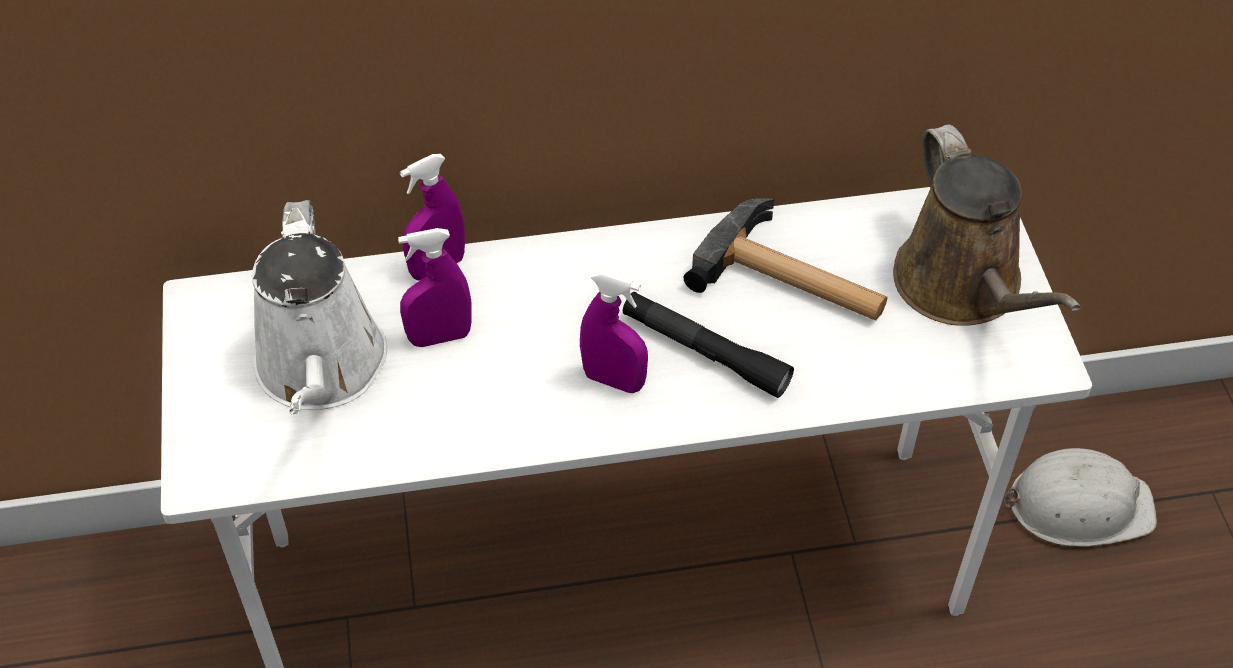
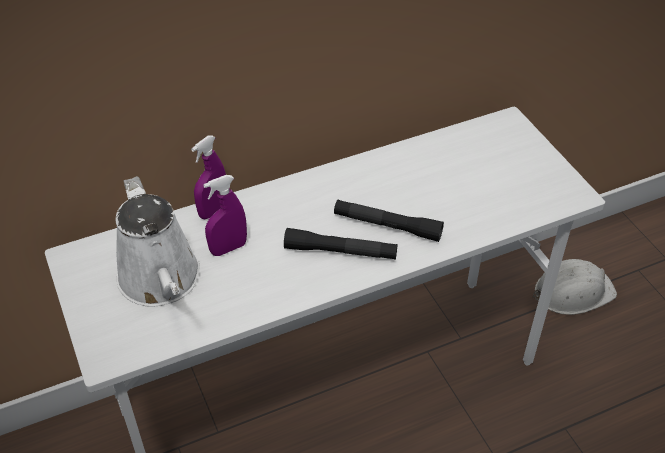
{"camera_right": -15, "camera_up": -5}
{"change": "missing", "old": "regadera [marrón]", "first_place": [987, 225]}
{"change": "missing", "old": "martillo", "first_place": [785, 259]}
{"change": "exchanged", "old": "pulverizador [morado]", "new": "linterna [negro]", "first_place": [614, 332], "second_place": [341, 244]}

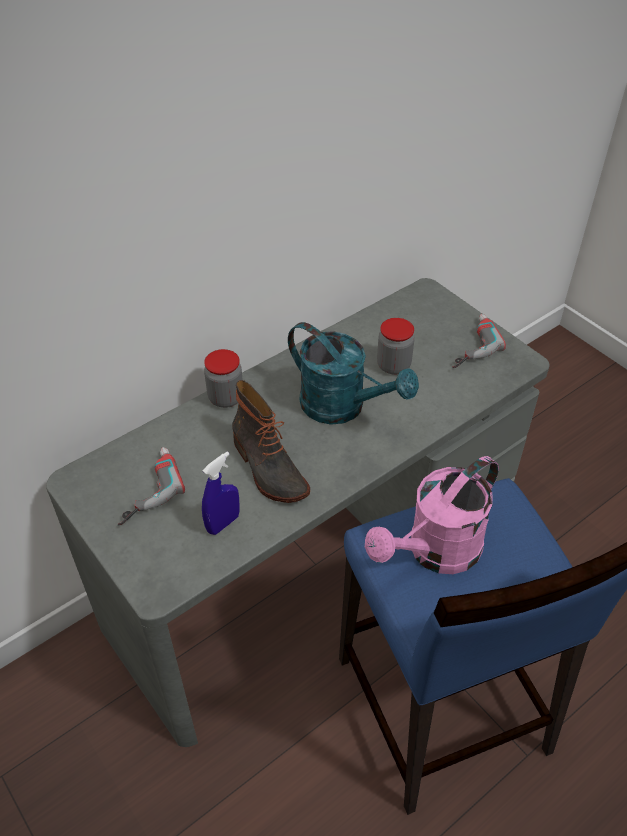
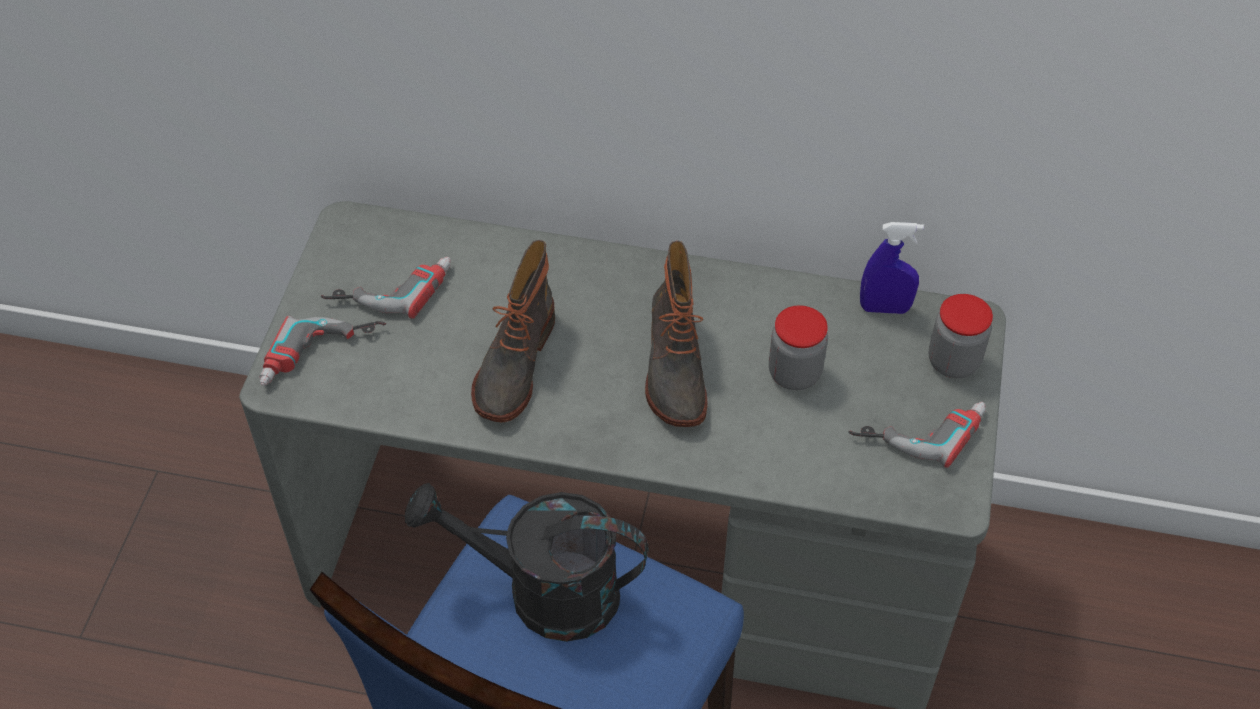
{"camera_right": 50, "camera_up": 5}
{"change": "exchanged", "old": "regadera [turquesa]", "new": "bota", "first_place": [353, 373], "second_place": [676, 334]}
{"change": "relocated", "old": "tarro", "first_place": [223, 378], "second_place": [960, 336]}
{"change": "relocated", "old": "pulverizador [azul]", "first_place": [221, 493], "second_place": [892, 268]}
{"change": "colour", "old": "regadera [rosa]", "new": "regadera [negro]", "first_place": [432, 515], "second_place": [527, 562]}
{"change": "appeared", "new": "taladro", "second_place": [322, 351]}

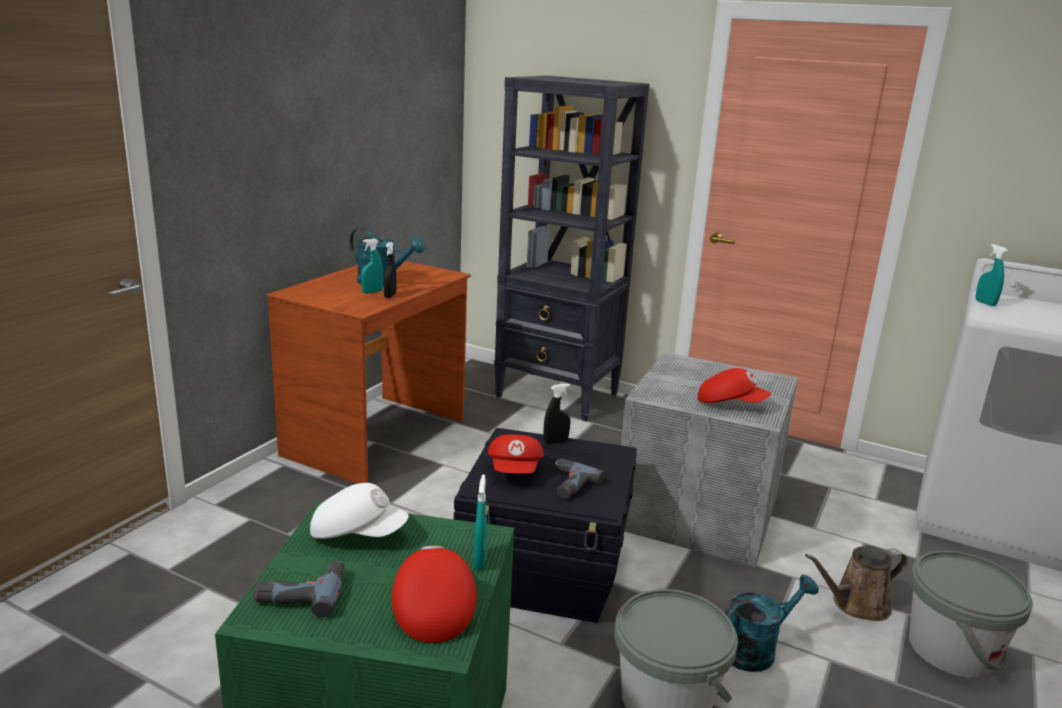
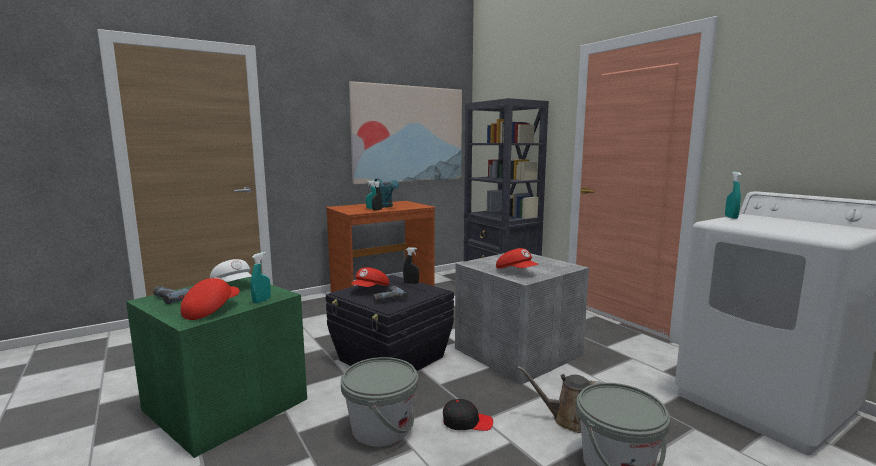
{"camera_right": 30, "camera_up": -10}
{"change": "exchanged", "old": "regadera [turquesa]", "new": "gorra [negro]", "first_place": [772, 623], "second_place": [468, 415]}
{"change": "appeared", "new": "cuadro", "second_place": [405, 132]}

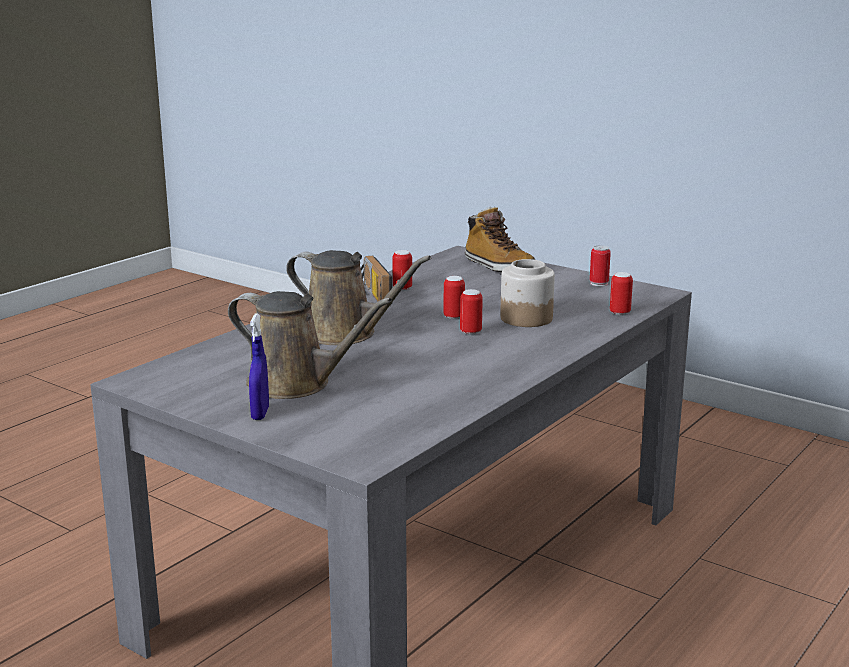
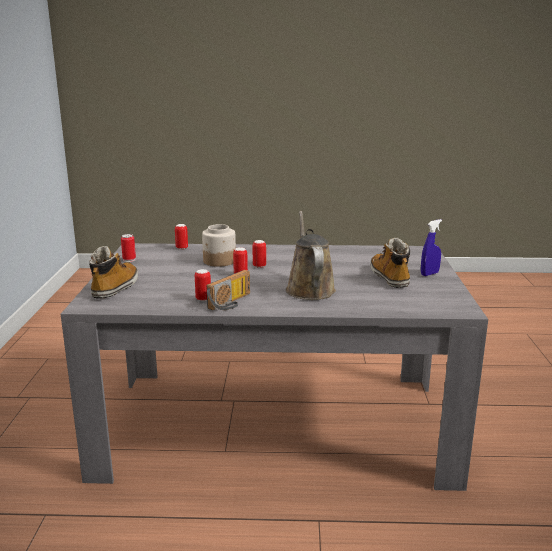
{"camera_right": -125, "camera_up": 0}
{"change": "exchanged", "old": "regadera [marrón]", "new": "bota", "first_place": [310, 345], "second_place": [390, 262]}

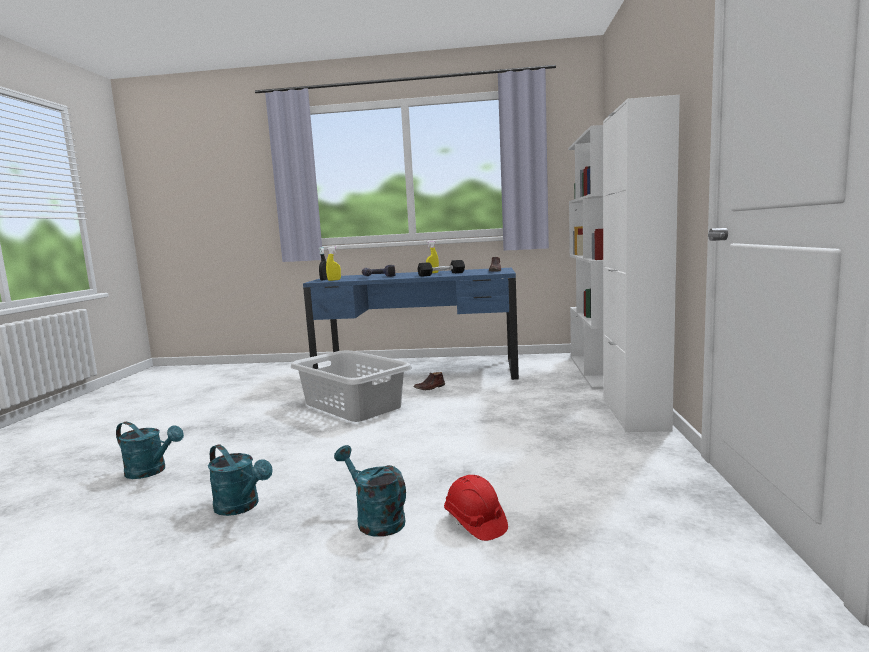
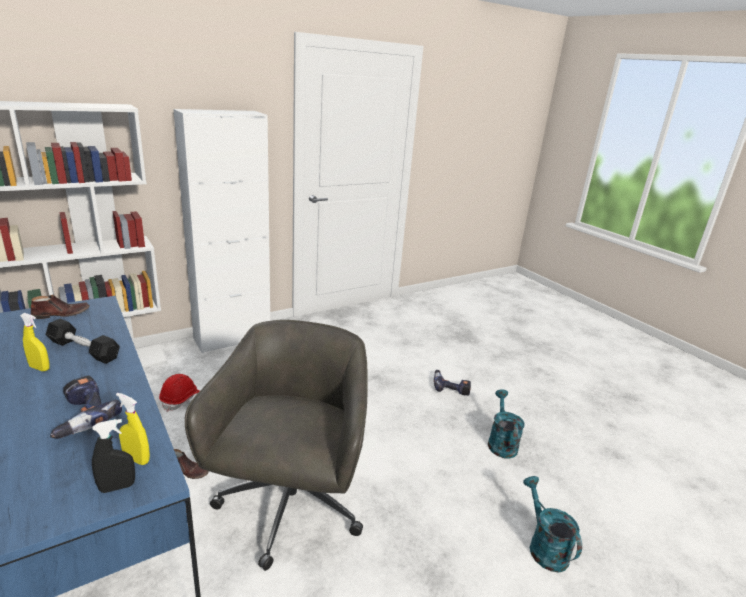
{"camera_right": -130, "camera_up": 15}
{"change": "exchanged", "old": "cesto de la ropa [gris]", "new": "silla de oficina [gris]", "first_place": [351, 386], "second_place": [276, 445]}
{"change": "exchanged", "old": "regadera [turquesa]", "new": "taladro", "first_place": [370, 491], "second_place": [452, 383]}
{"change": "relocated", "old": "casco [rojo]", "first_place": [476, 508], "second_place": [179, 393]}

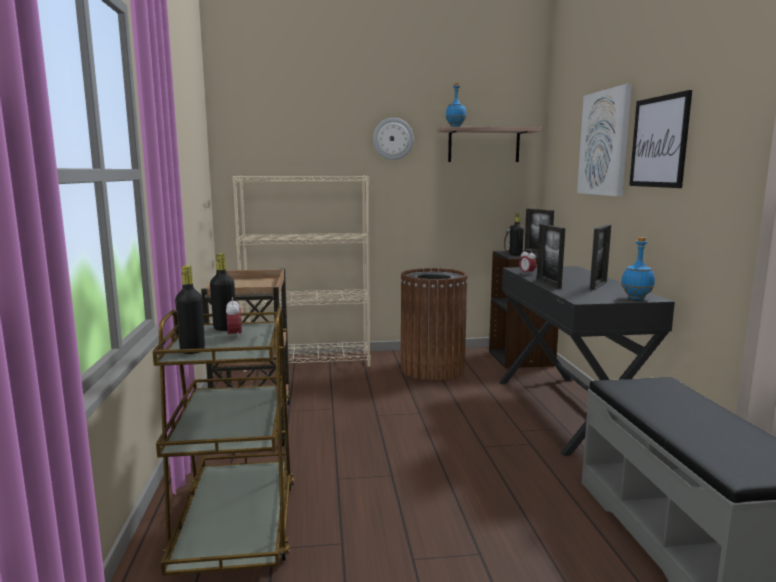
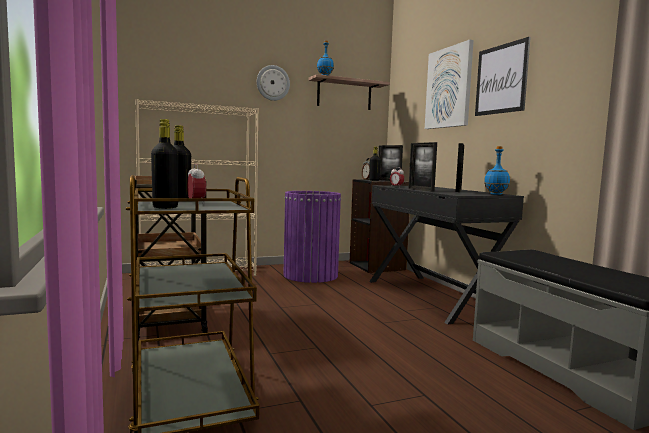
{"camera_right": -15, "camera_up": -5}
{"change": "colour", "old": "papelera [marrón]", "new": "papelera [morado]", "first_place": [434, 324], "second_place": [312, 237]}

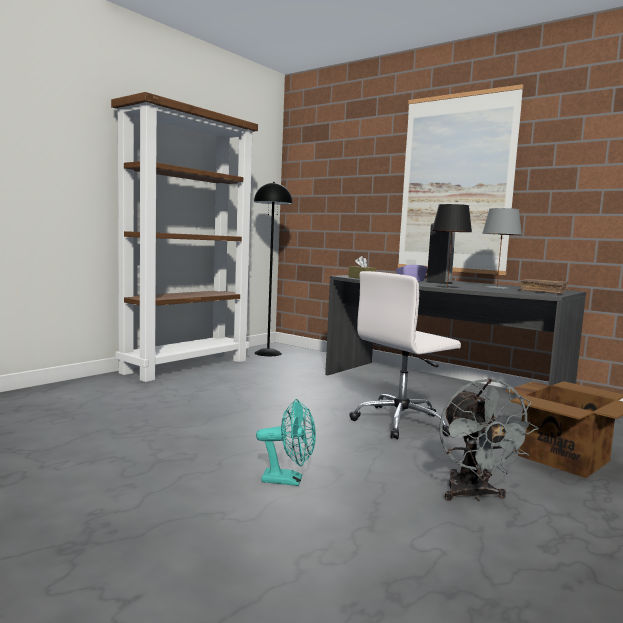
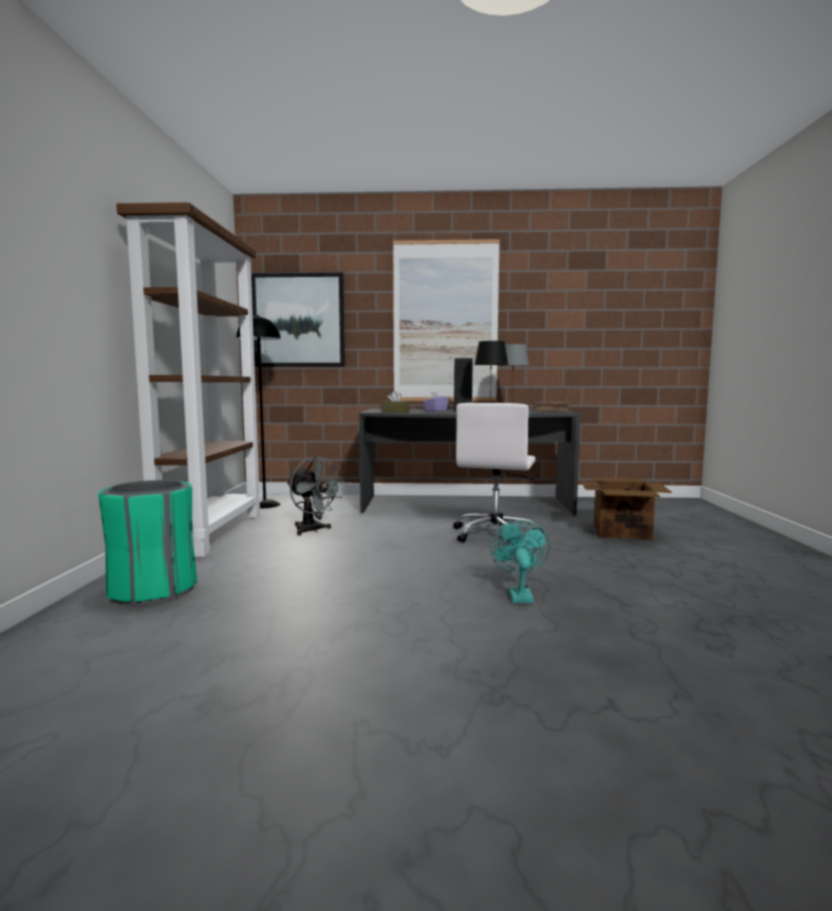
{"camera_right": -35, "camera_up": 0}
{"change": "relocated", "old": "ventilador [gris]", "first_place": [488, 439], "second_place": [316, 496]}
{"change": "spun", "old": "ventilador [turquesa]", "first_place": [286, 442], "second_place": [520, 561], "degrees": -60}
{"change": "appeared", "new": "cuadro", "second_place": [298, 320]}
{"change": "appeared", "new": "papelera [verde]", "second_place": [147, 542]}

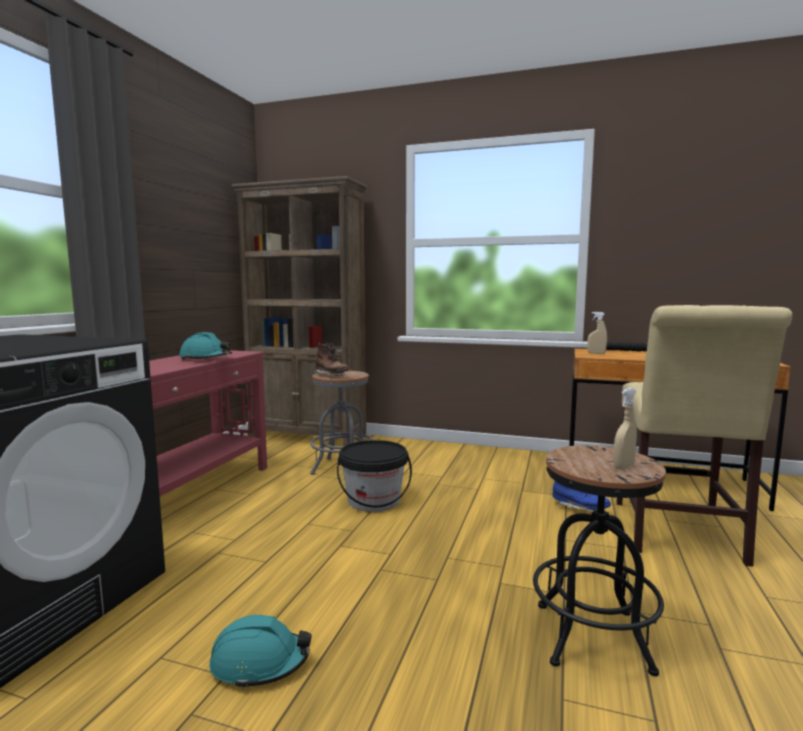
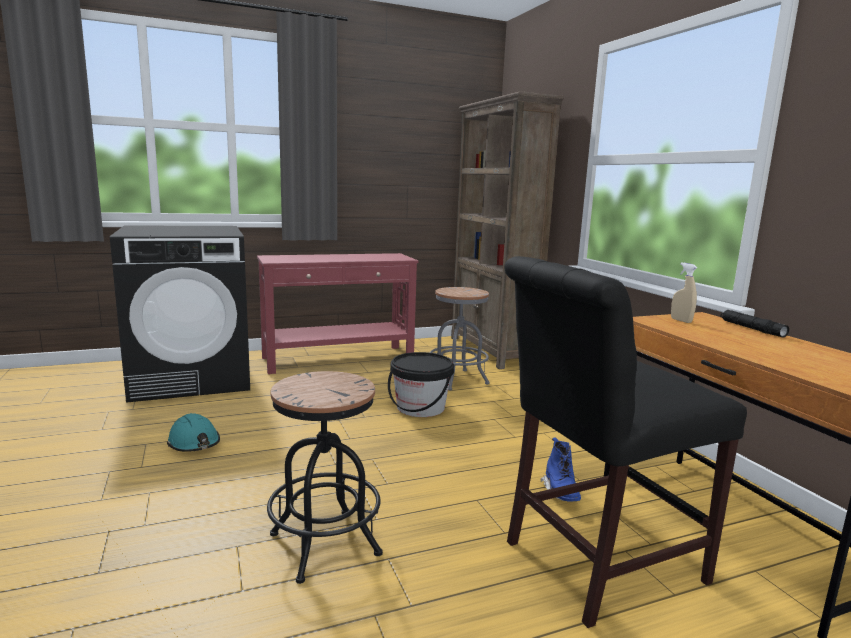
{"camera_right": 50, "camera_up": 5}
{"change": "colour", "old": "silla [beis]", "new": "silla [negro]", "first_place": [704, 436], "second_place": [625, 442]}
{"change": "missing", "old": "casco [turquesa]", "first_place": [205, 346]}
{"change": "missing", "old": "bota [marrón]", "first_place": [332, 359]}
{"change": "missing", "old": "pulverizador [beis]", "first_place": [625, 429]}

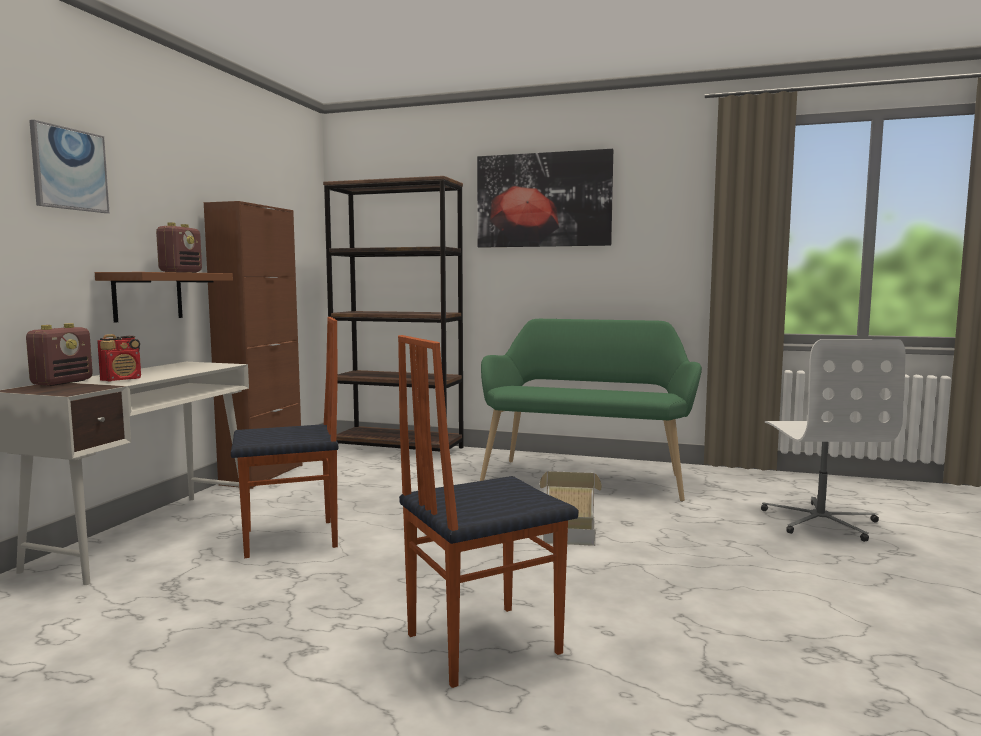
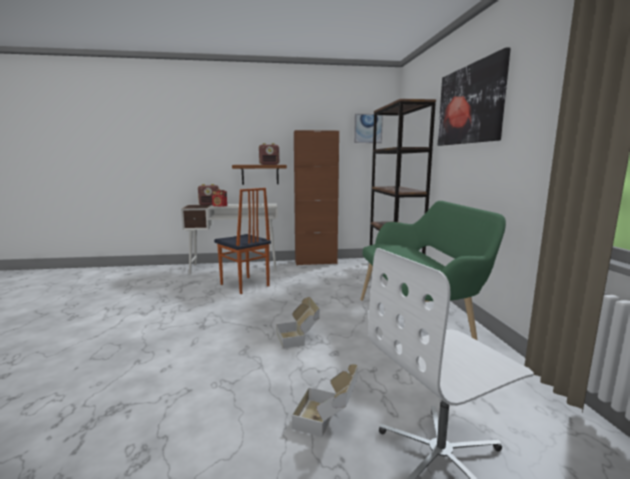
{"camera_right": 65, "camera_up": 5}
{"change": "relocated", "old": "cuadro", "first_place": [69, 166], "second_place": [368, 128]}
{"change": "missing", "old": "silla", "first_place": [488, 511]}
{"change": "appeared", "new": "caja de cartón", "second_place": [325, 400]}

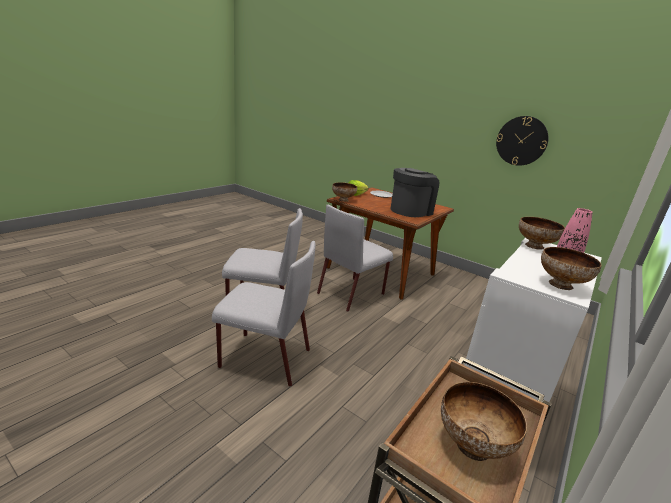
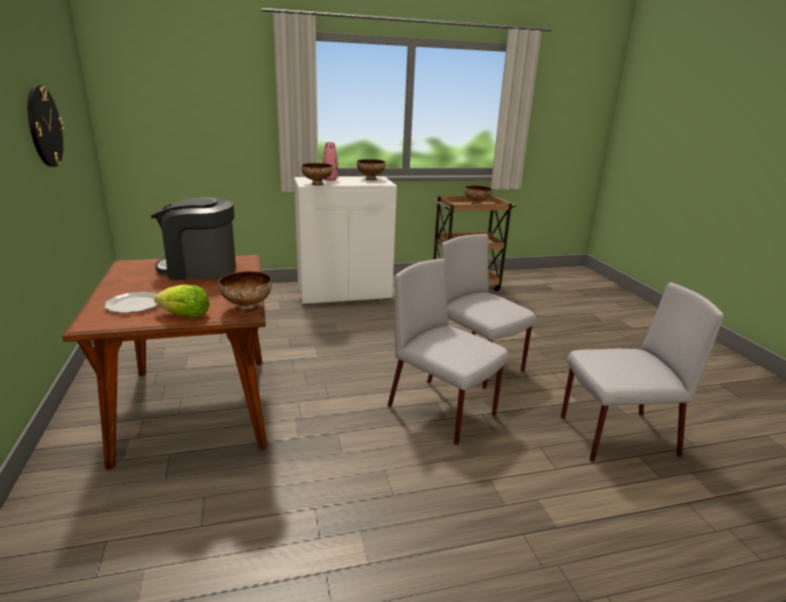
{"camera_right": -140, "camera_up": 0}
{"change": "relocated", "old": "silla [gris]", "first_place": [355, 258], "second_place": [642, 372]}

